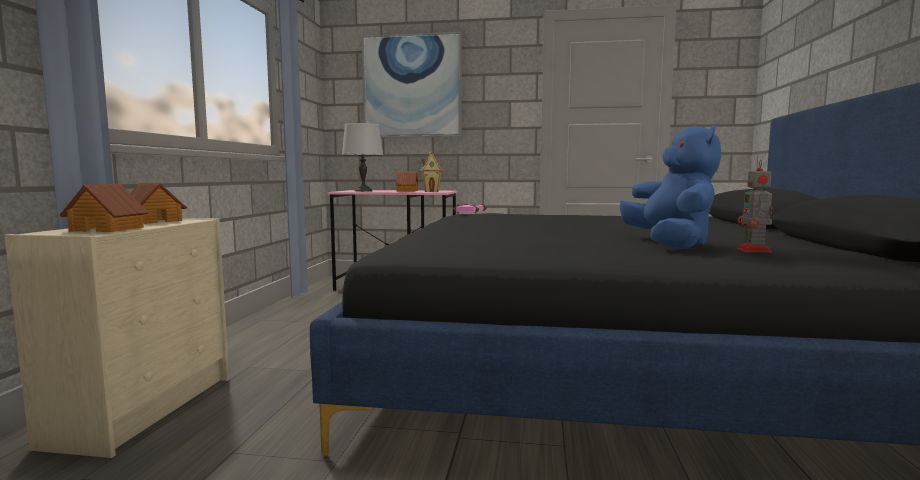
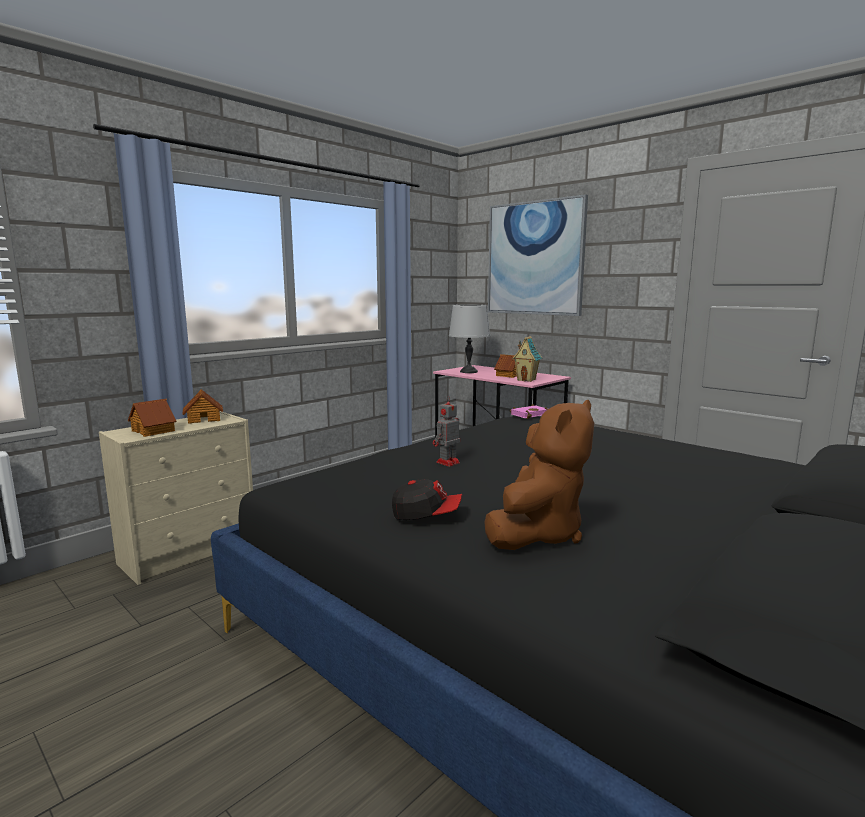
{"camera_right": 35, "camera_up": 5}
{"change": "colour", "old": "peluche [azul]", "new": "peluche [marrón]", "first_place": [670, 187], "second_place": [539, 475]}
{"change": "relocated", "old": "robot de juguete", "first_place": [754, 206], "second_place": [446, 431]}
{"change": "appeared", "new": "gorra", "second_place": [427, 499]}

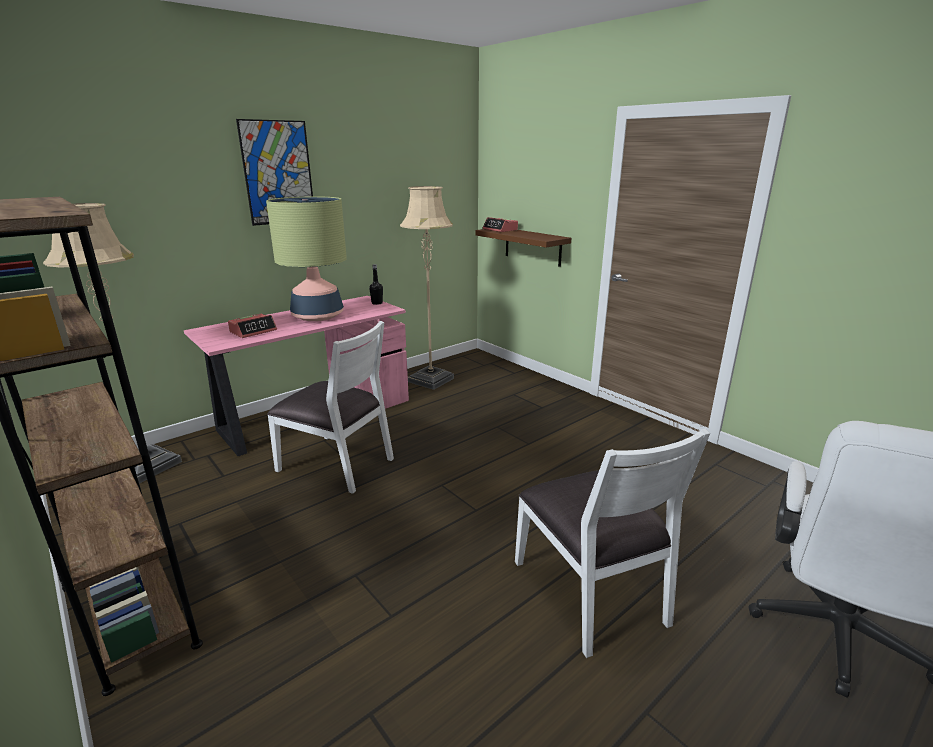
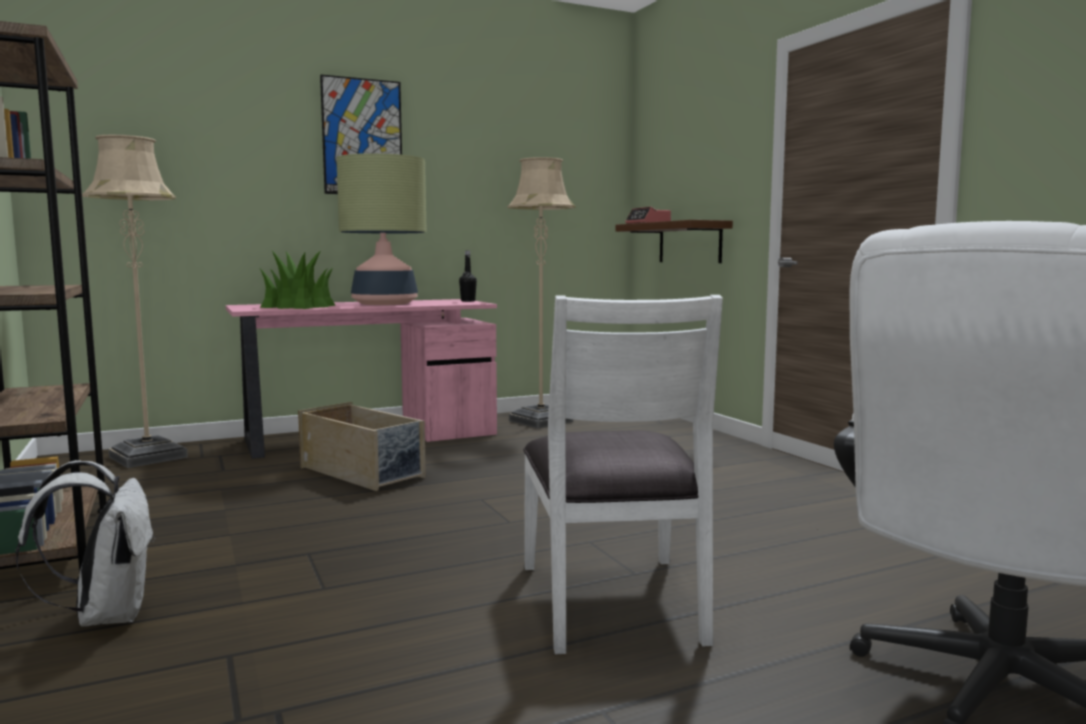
{"camera_right": 15, "camera_up": -15}
{"change": "exchanged", "old": "despertador", "new": "planta en maceta", "first_place": [252, 326], "second_place": [298, 280]}
{"change": "exchanged", "old": "silla [blanco]", "new": "caja de almacenaje [beis]", "first_place": [330, 407], "second_place": [362, 446]}
{"change": "appeared", "new": "mochila [blanco]", "second_place": [85, 543]}

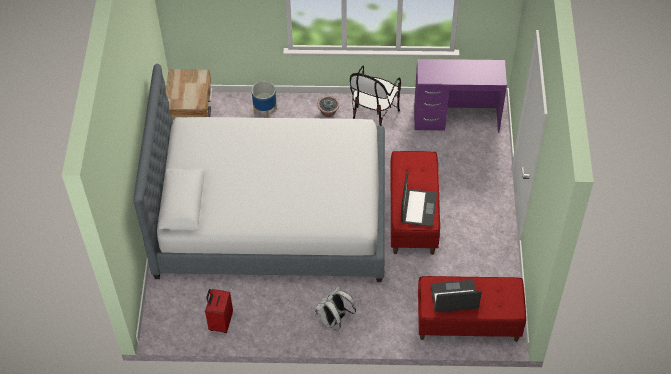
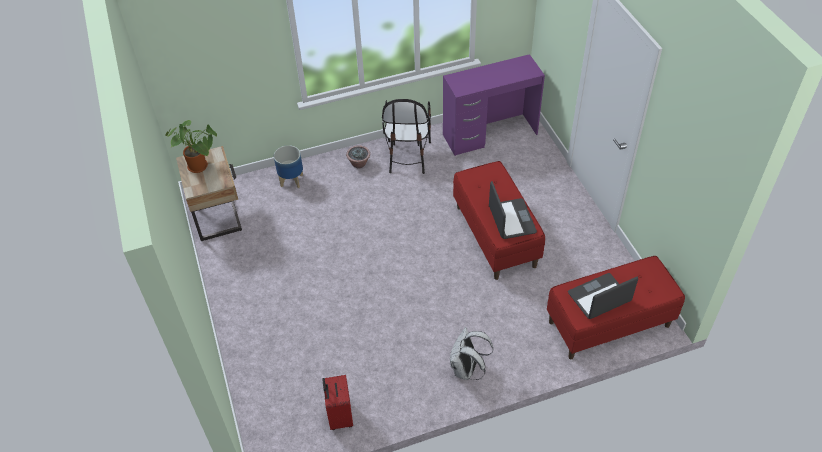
{"camera_right": -20, "camera_up": -5}
{"change": "missing", "old": "cama", "first_place": [259, 173]}
{"change": "appeared", "new": "planta en maceta", "second_place": [191, 146]}

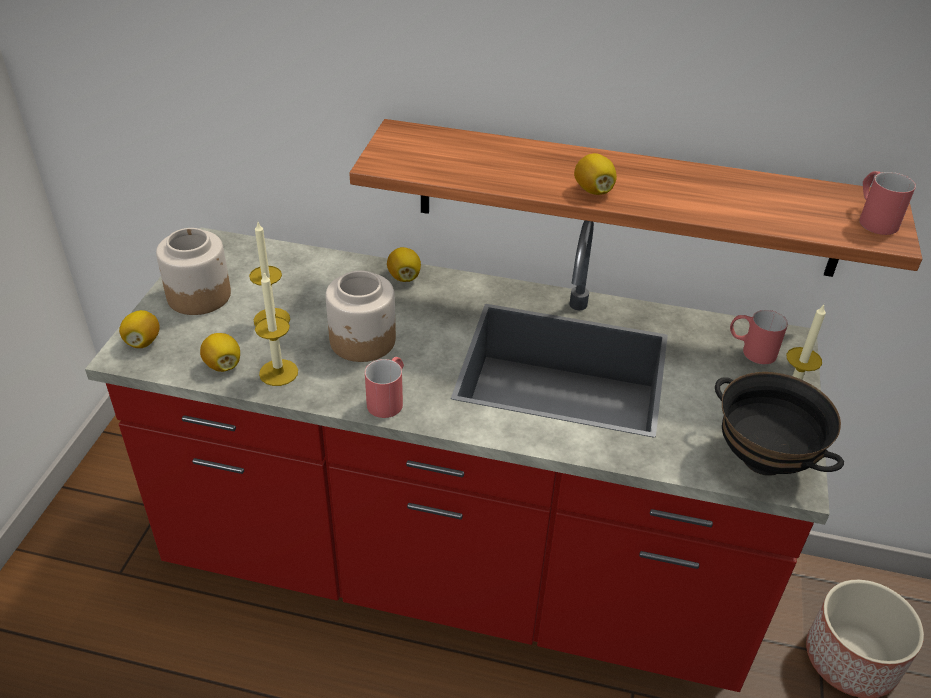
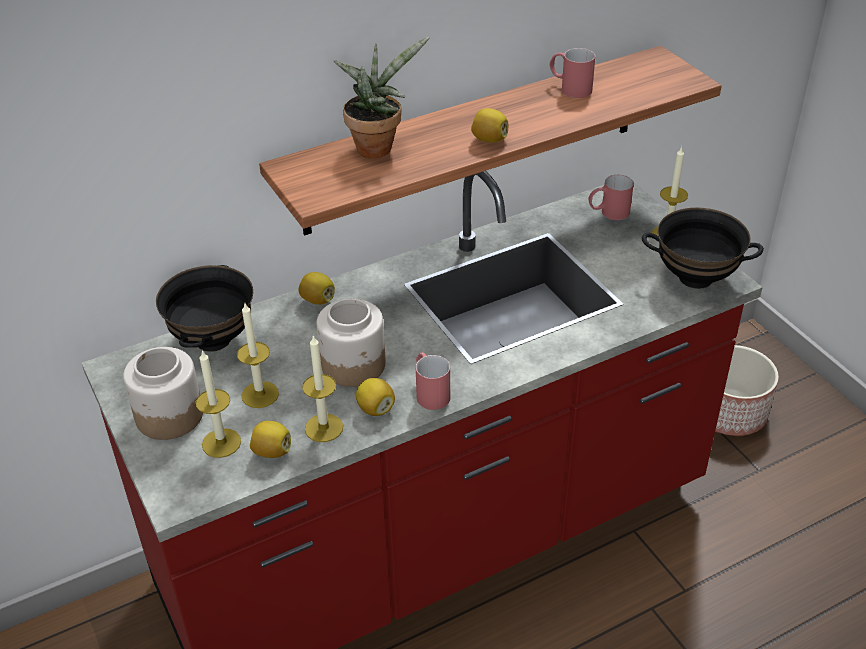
{"camera_right": -40, "camera_up": 0}
{"change": "relocated", "old": "taza grande [rojo]", "first_place": [887, 203], "second_place": [572, 73]}
{"change": "relocated", "old": "limón", "first_place": [139, 329], "second_place": [375, 397]}
{"change": "appeared", "new": "planta en maceta", "second_place": [381, 97]}
{"change": "appeared", "new": "cuenco [negro]", "second_place": [204, 308]}
{"change": "appeared", "new": "vela", "second_place": [218, 404]}

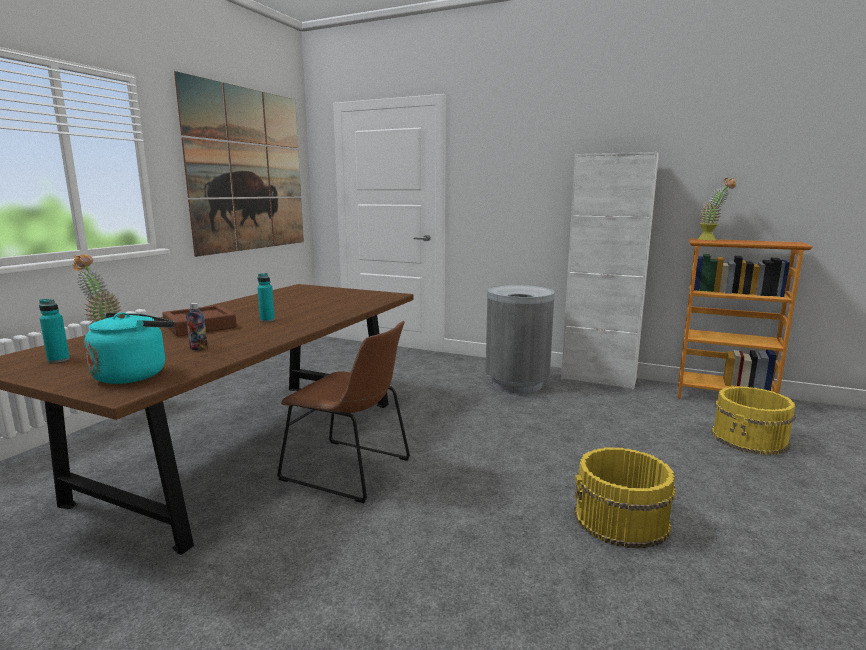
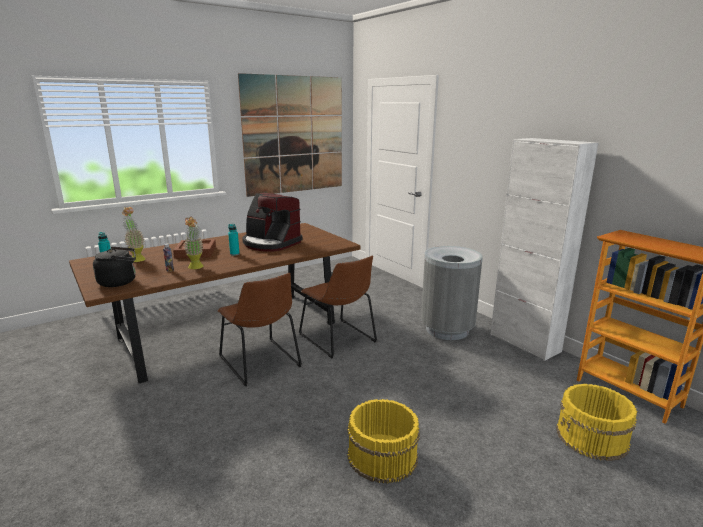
{"camera_right": 30, "camera_up": 5}
{"change": "relocated", "old": "planta en maceta", "first_place": [717, 209], "second_place": [193, 243]}
{"change": "colour", "old": "hervidor [turquesa]", "new": "hervidor [negro]", "first_place": [129, 348], "second_place": [114, 267]}
{"change": "appeared", "new": "cafetera", "second_place": [272, 222]}
{"change": "appeared", "new": "silla [marrón]", "second_place": [338, 306]}

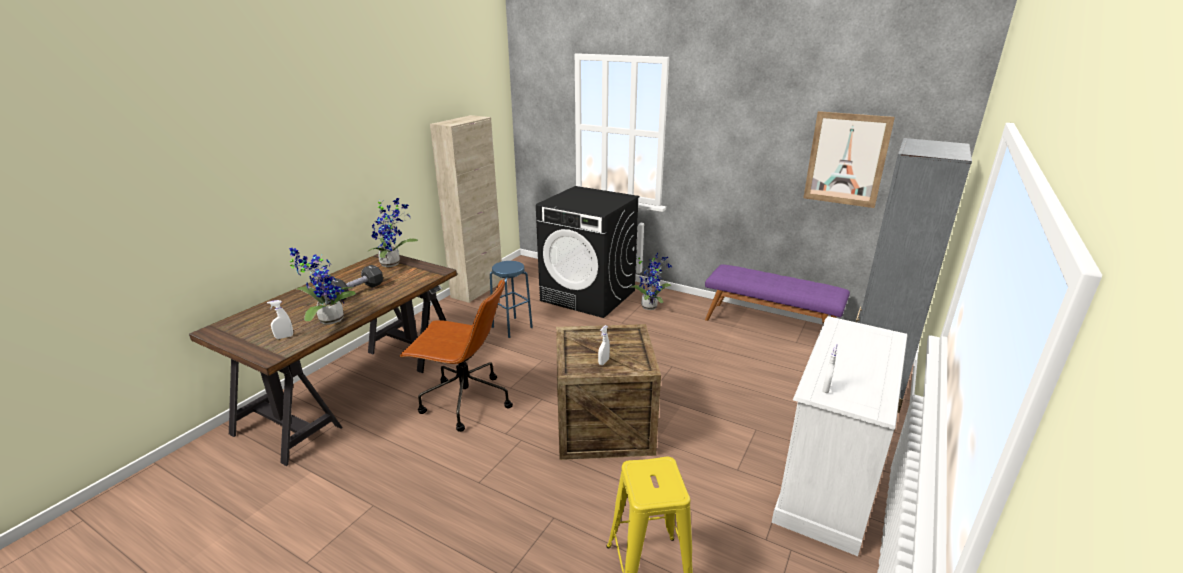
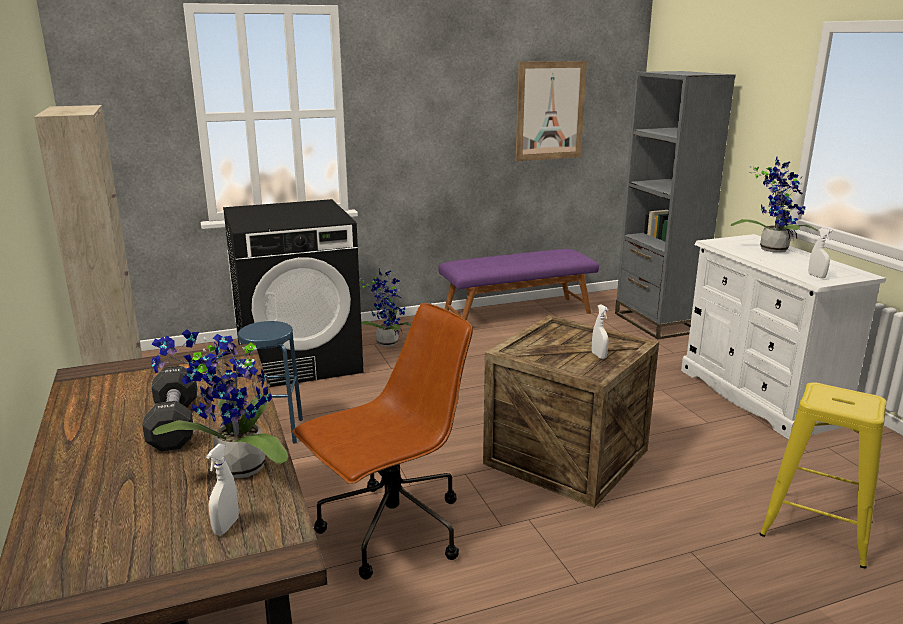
{"camera_right": -50, "camera_up": -5}
{"change": "relocated", "old": "planta en maceta", "first_place": [392, 232], "second_place": [774, 204]}

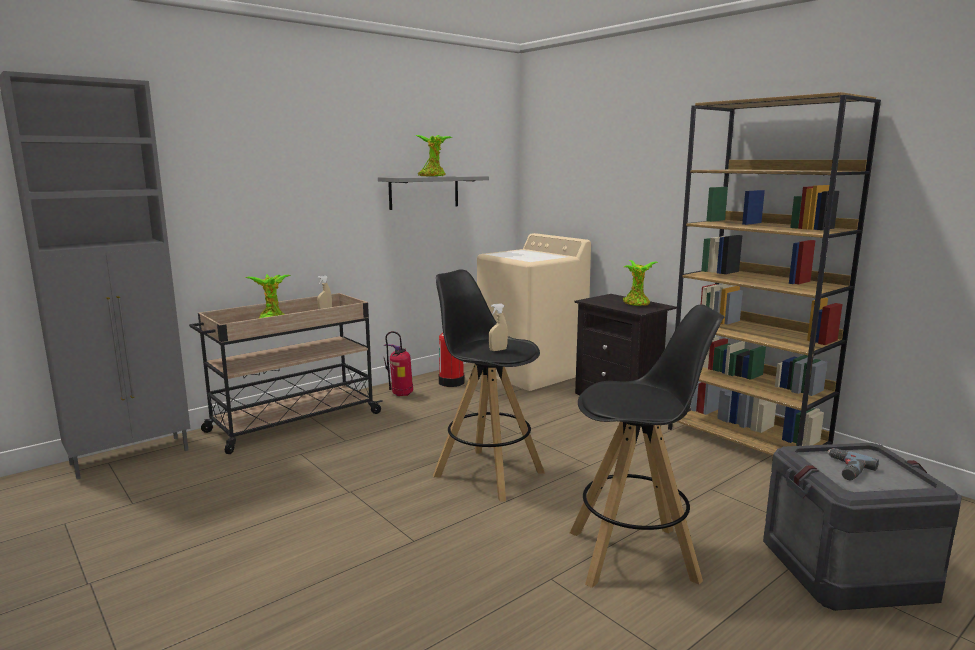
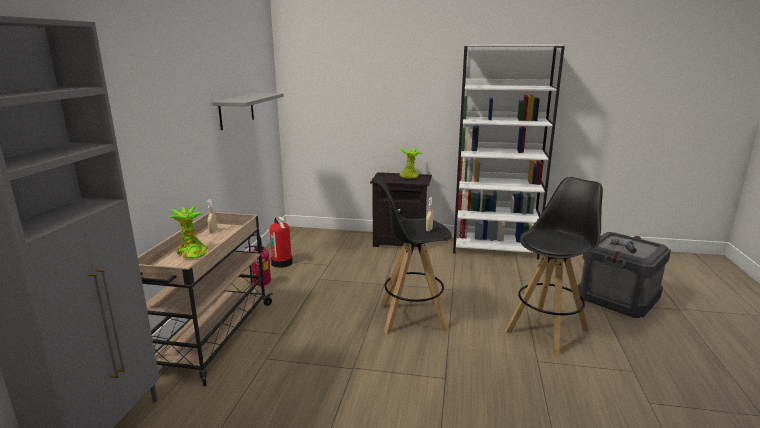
{"camera_right": -40, "camera_up": 5}
{"change": "colour", "old": "estantería [marrón]", "new": "estantería [blanco]", "first_place": [774, 274], "second_place": [509, 152]}
{"change": "missing", "old": "planta en maceta", "first_place": [433, 156]}
{"change": "missing", "old": "lavadora [beis]", "first_place": [534, 312]}

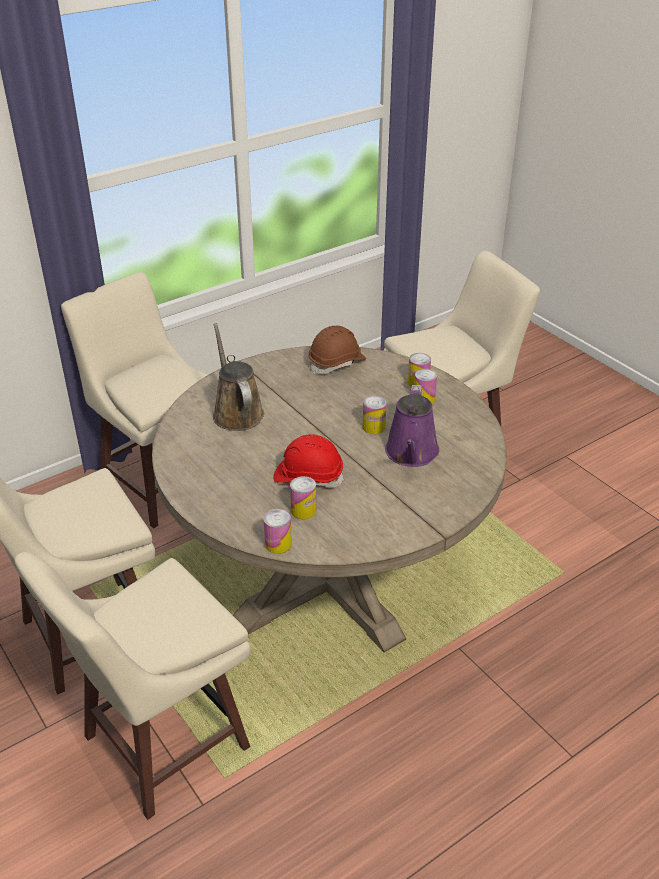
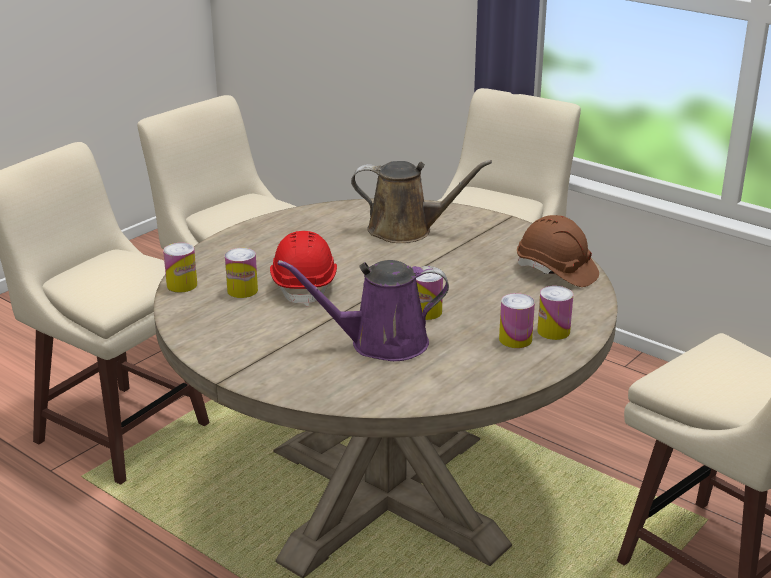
{"camera_right": 75, "camera_up": -10}
{"change": "spun", "old": "regadera [marrón]", "first_place": [238, 377], "second_place": [421, 201], "degrees": 45}

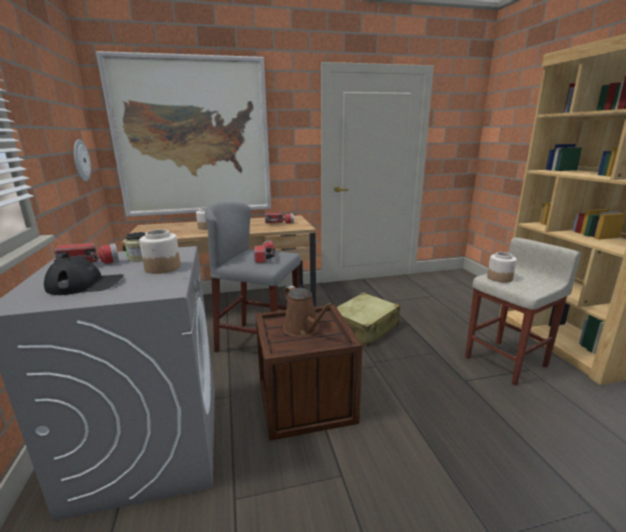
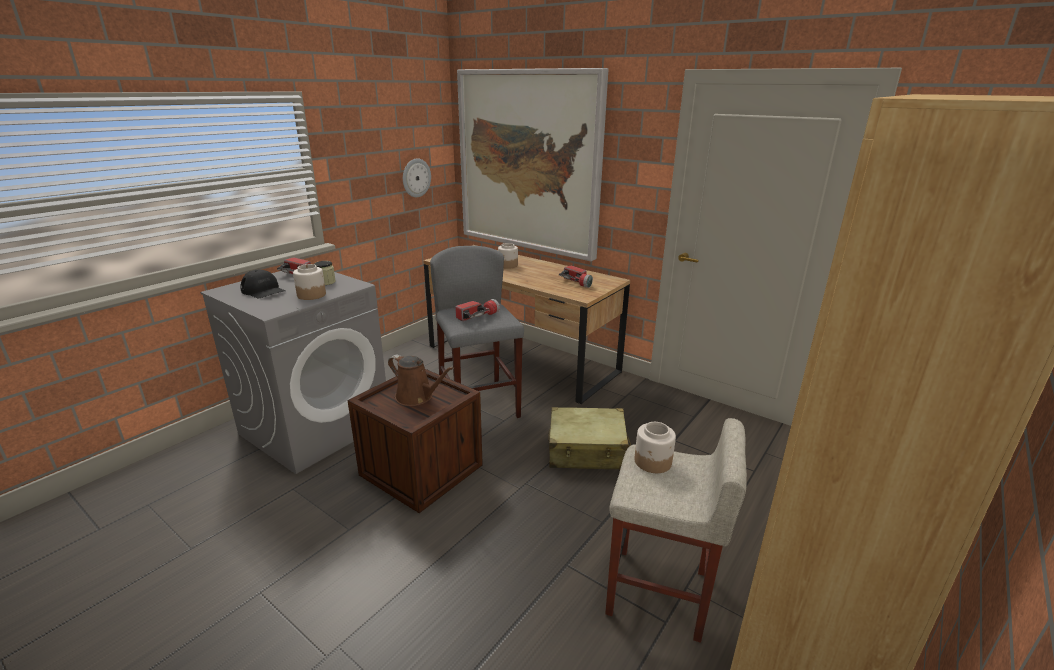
{"camera_right": 50, "camera_up": 5}
{"change": "spun", "old": "regadera [marrón]", "first_place": [308, 311], "second_place": [421, 380], "degrees": -75}

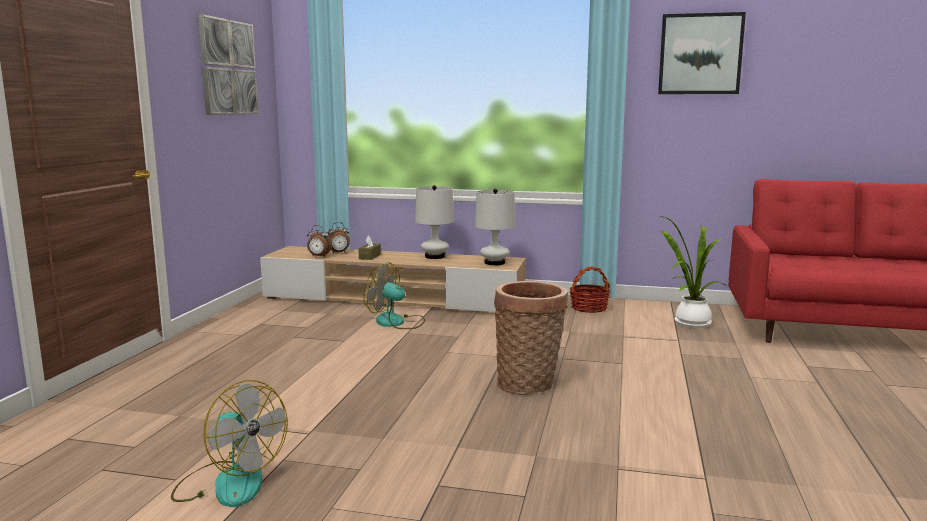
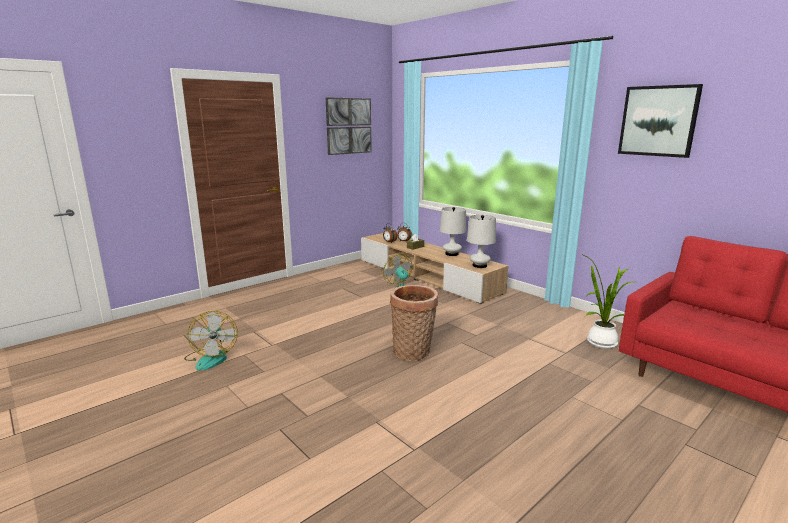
{"camera_right": 35, "camera_up": 5}
{"change": "missing", "old": "cesta", "first_place": [590, 289]}

